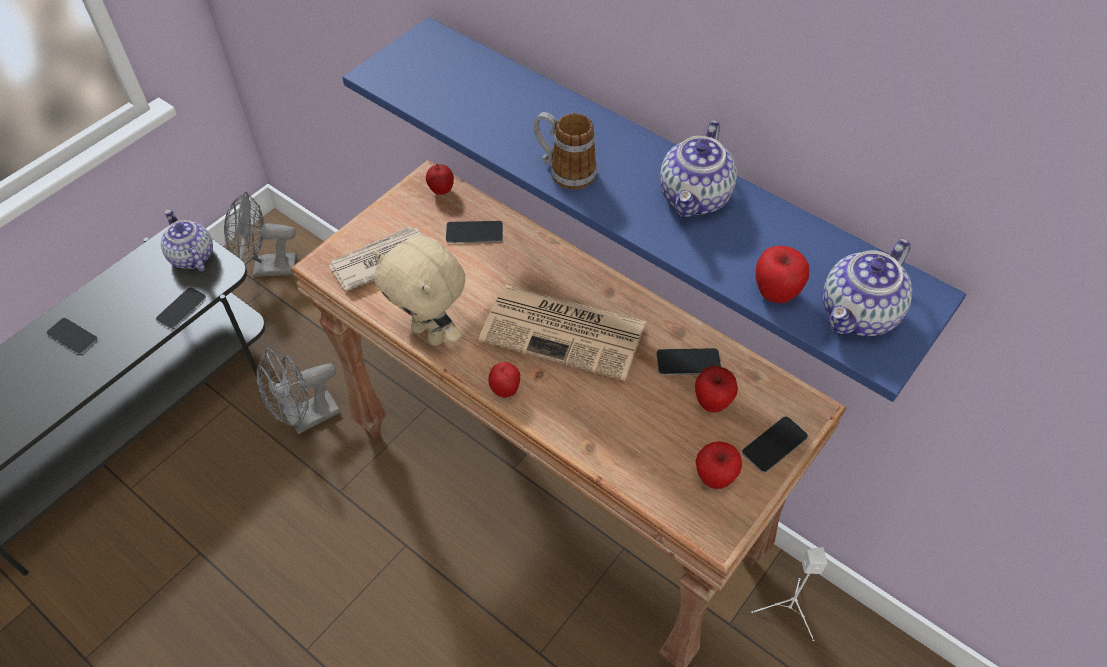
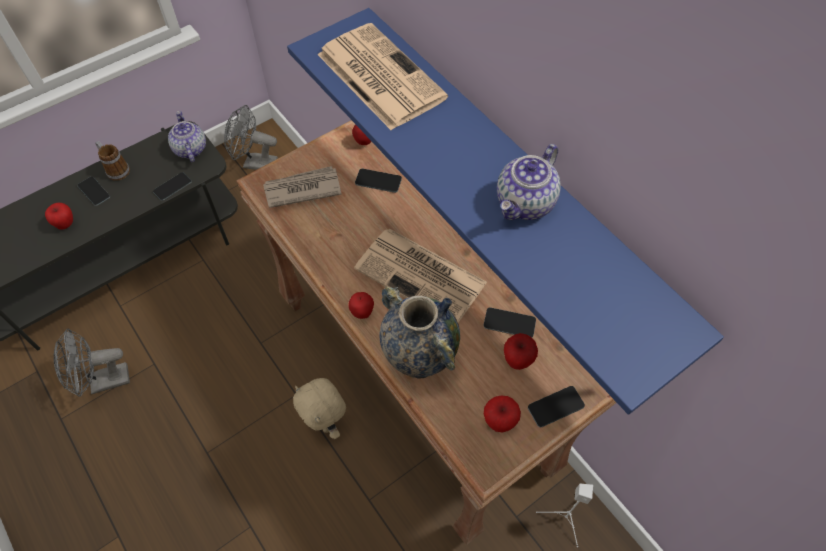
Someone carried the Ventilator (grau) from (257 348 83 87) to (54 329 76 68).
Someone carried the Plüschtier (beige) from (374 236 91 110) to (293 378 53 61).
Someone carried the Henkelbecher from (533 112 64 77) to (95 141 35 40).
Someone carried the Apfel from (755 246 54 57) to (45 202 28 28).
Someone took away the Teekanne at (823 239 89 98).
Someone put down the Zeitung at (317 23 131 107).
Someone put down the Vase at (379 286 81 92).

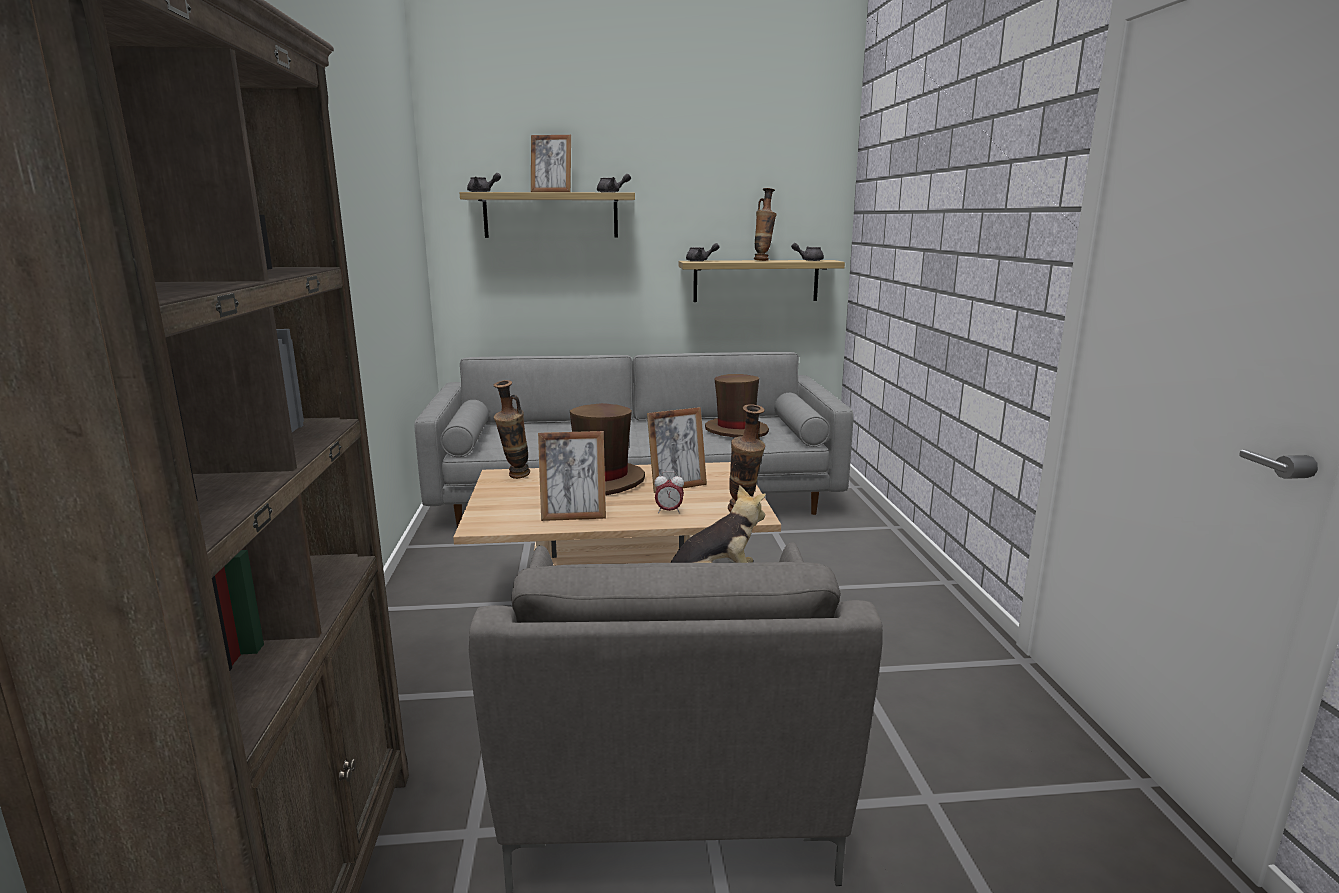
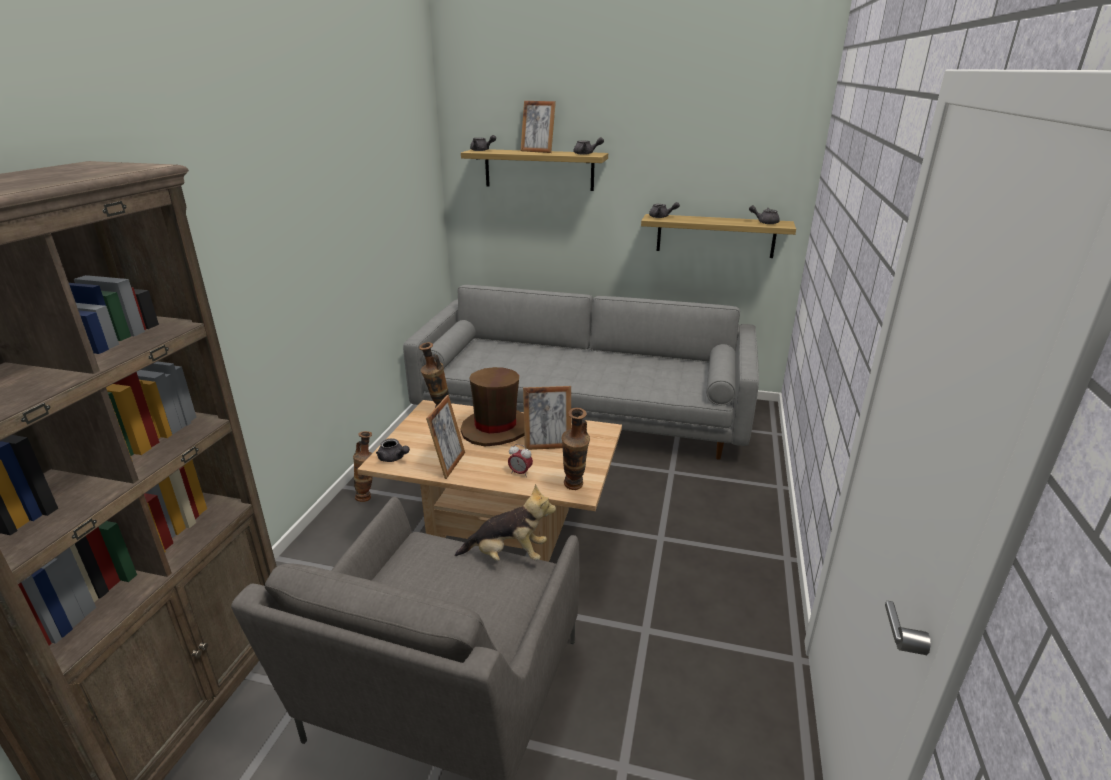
Someone rotated the Bilderrahmen at (538 431 68 90) by 90 degrees counterclockwise.
Someone took away the Hut (braun) at (705 374 64 64).
Someone carried the Vase from (754 188 23 73) to (353 431 20 71).
Someone put down the Teekanne (grau) at (376 438 34 24).

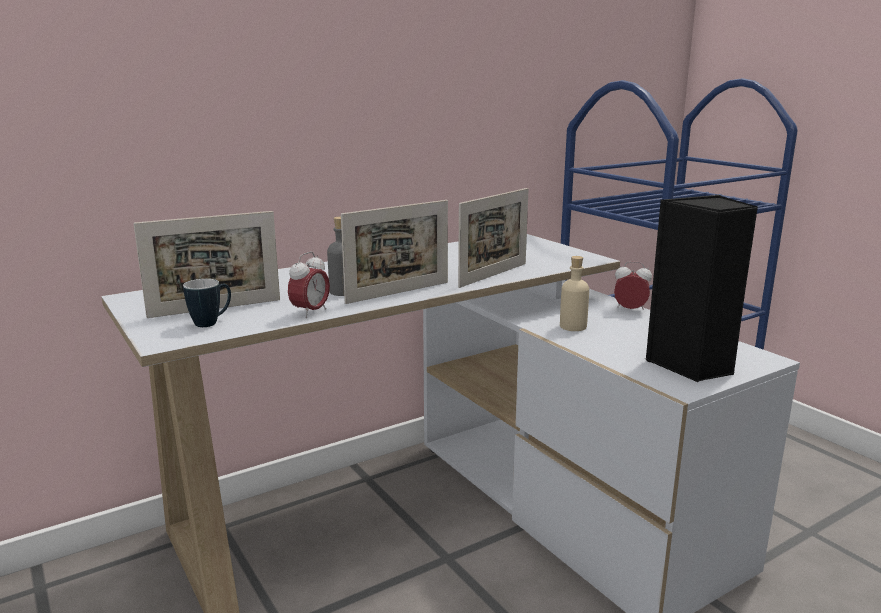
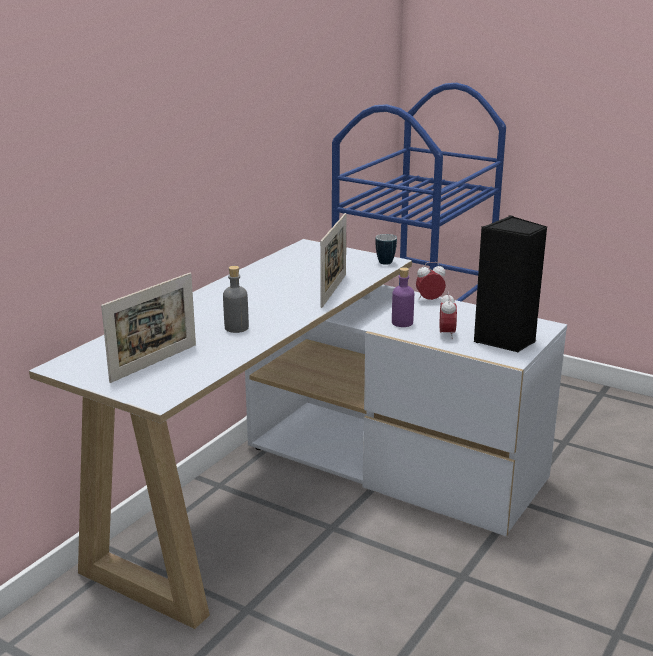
Someone carried the Henkelbecher from (183 279 48 48) to (375 234 22 31).
Someone carried the Wecker from (288 251 42 67) to (440 292 17 47).
Someone took away the Bilderrahmen at (341 200 107 104).
Someone repainted the Flasche (beige) at (560 256 29 75), which became the Flasche (lila) at (392 267 22 60).

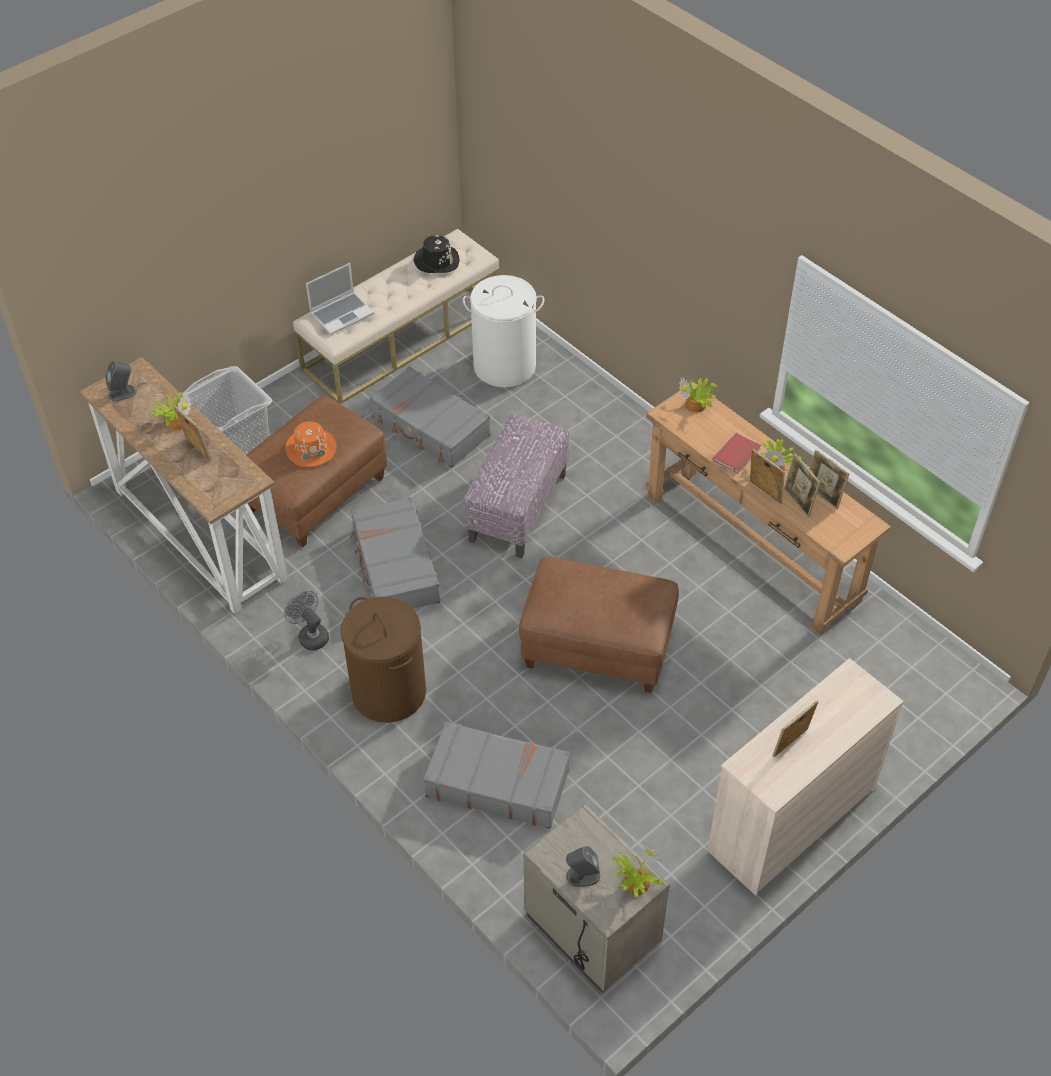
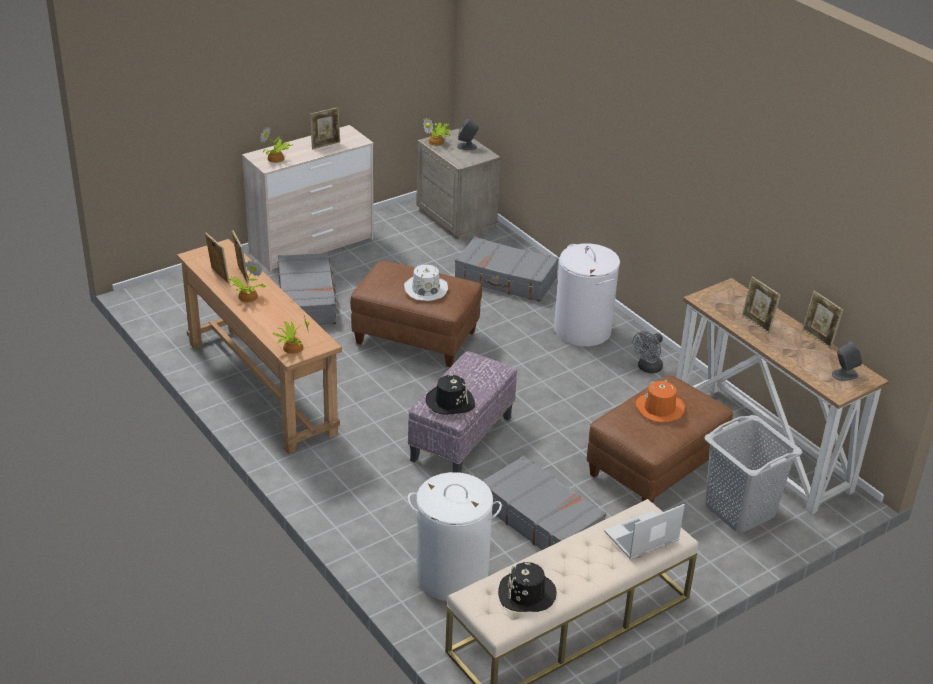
Someone carried the Topfpflanze from (150 392 41 39) to (260 127 33 36).
Someone rotated the Ventilator (grau) at (284 590 45 61) by 75 degrees clockwise.
Someone repainted the Wäschekorb (braun) at (340 597 86 126), which became the Wäschekorb (weiß) at (554 243 66 104).
Someone carried the Koffer (grau) from (350 497 90 112) to (278 253 62 72).
Someone took away the Buch (rot) at (713 433 48 40).
Someone carried the Bilderrahmen from (750 448 35 56) to (802 291 41 58).
Someone put down the Hut (weiß) at (404 265 44 36).
Someone put down the Hut (schwarz) at (426 374 49 41).

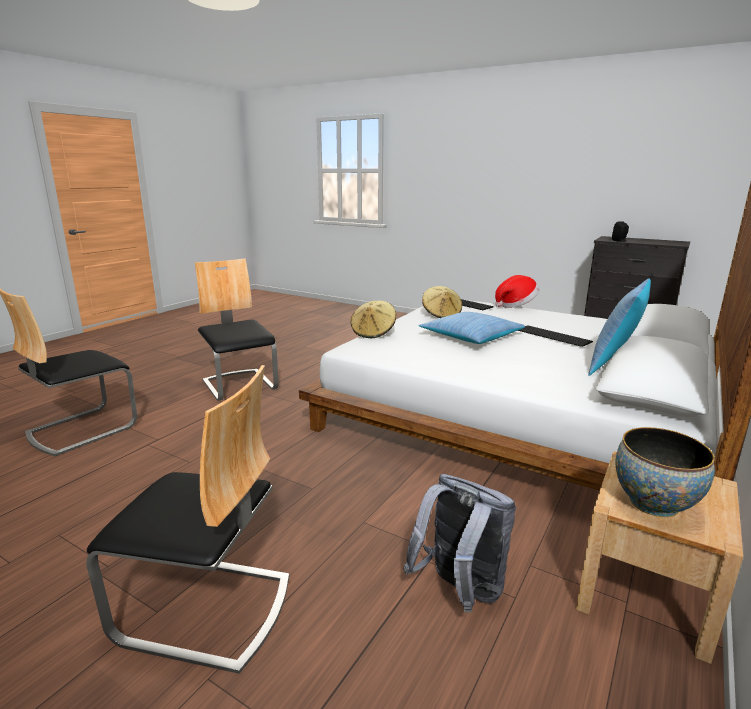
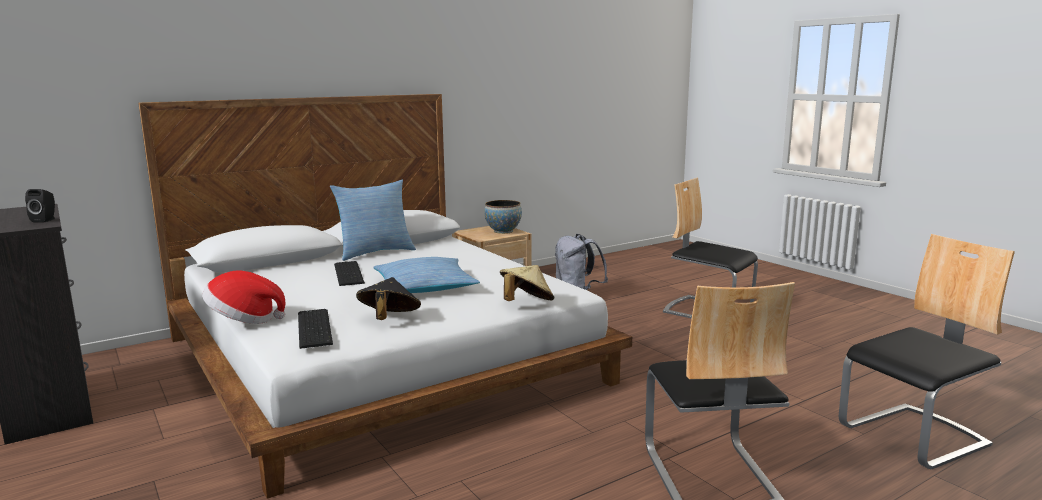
Someone repainted the Hut (beige) at (422 286 40 32), which became the Hut (schwarz) at (356 277 65 43).

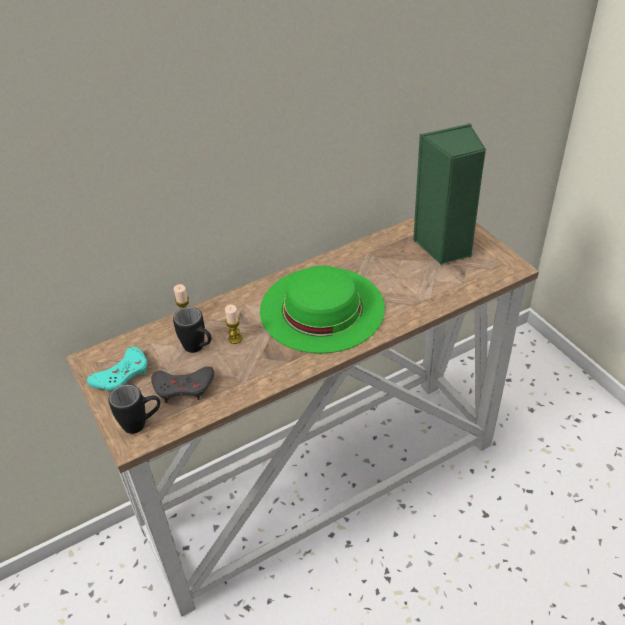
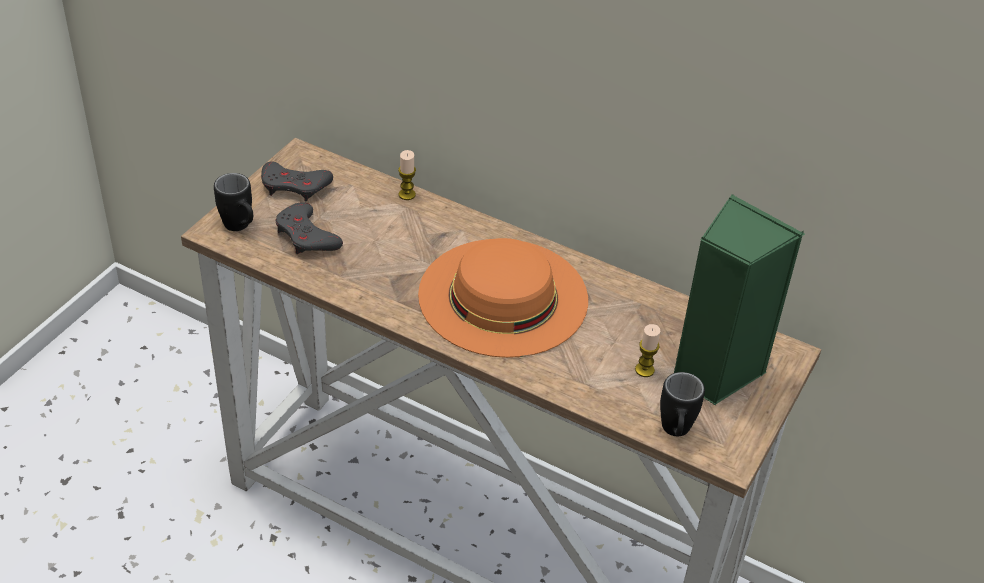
Someone repainted the Gamepad (türkis) at (87 346 60 45), which became the Gamepad (grau) at (261 162 72 39).
Someone carried the Henkelbecher (schwarz) from (173 307 38 46) to (660 372 45 64).
Someone carried the Kerze from (225 305 17 39) to (635 324 25 53).
Someone repainted the Hut (grün) at (260 266 125 88), which became the Hut (orange) at (418 238 170 120).

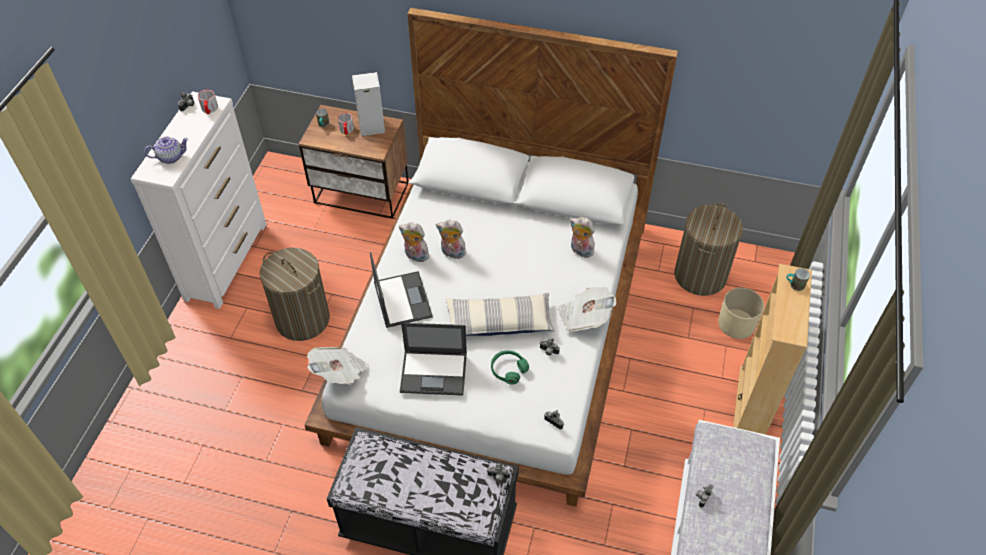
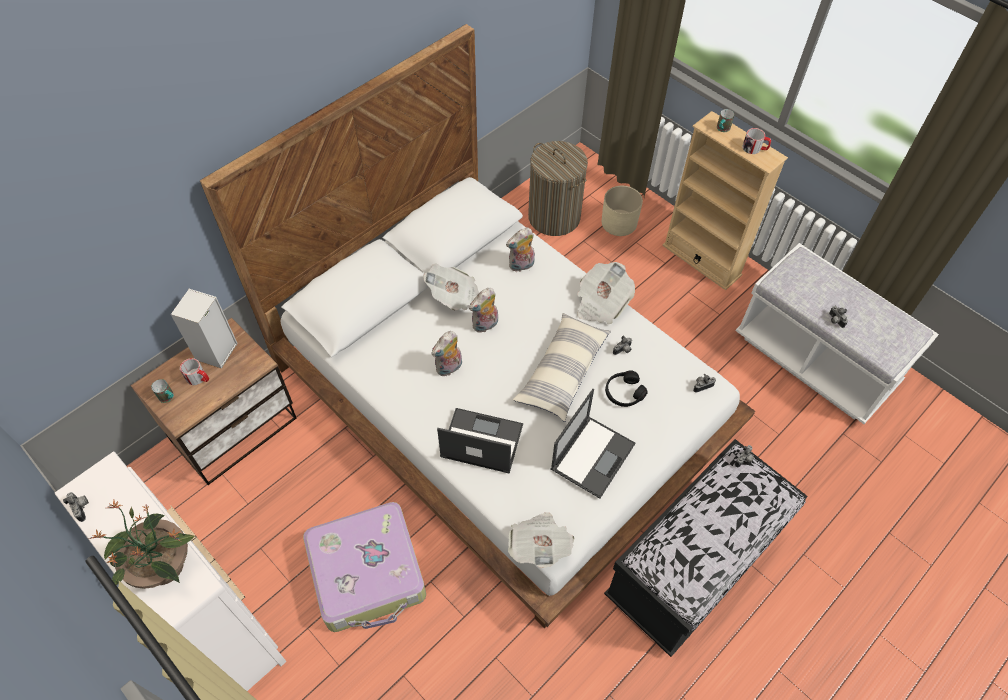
Someone swapped the Teekanne at (144 137 45 27) for the Topfpflanze at (88 500 107 89).
Someone carried the Henkelbecher from (198 90 20 24) to (742 128 29 26).
Someone swapped the Wäschekorb at (260 248 70 93) for the Koffer at (303 502 123 130).
Someone carried the Plüschtier from (399 222 30 40) to (469 288 29 45).
Someone repainted the Kopfhörer (grün) at (491 351 38 34), which became the Kopfhörer (schwarz) at (605 371 43 36).
Someone put down the Zeitung at (423 263 56 47).

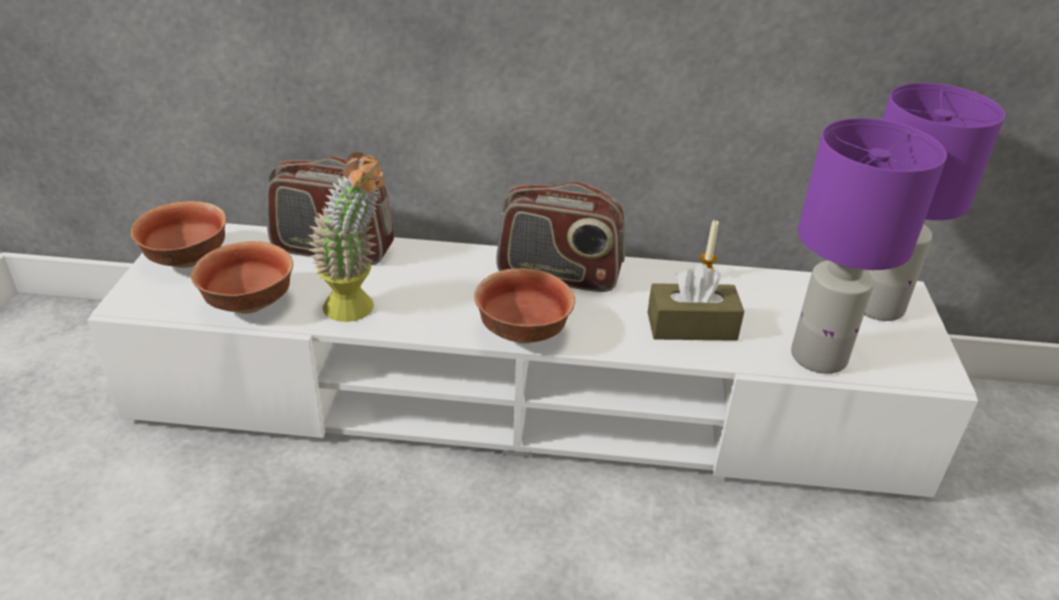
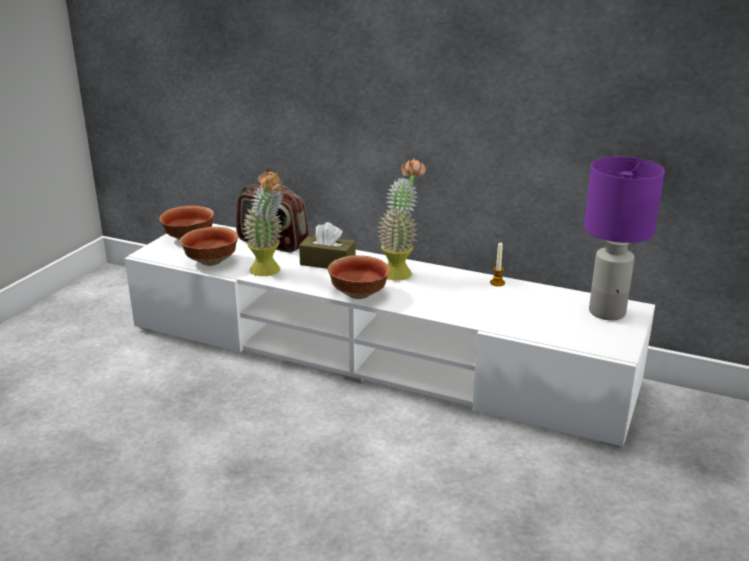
Someone swapped the Radio at (496 182 129 110) for the Topfpflanze at (377 158 49 123).
Someone carried the Taschentuchbox (braun) from (648 265 96 76) to (299 222 57 47).
Someone took away the Tischlampe (lila) at (791 118 156 256).

